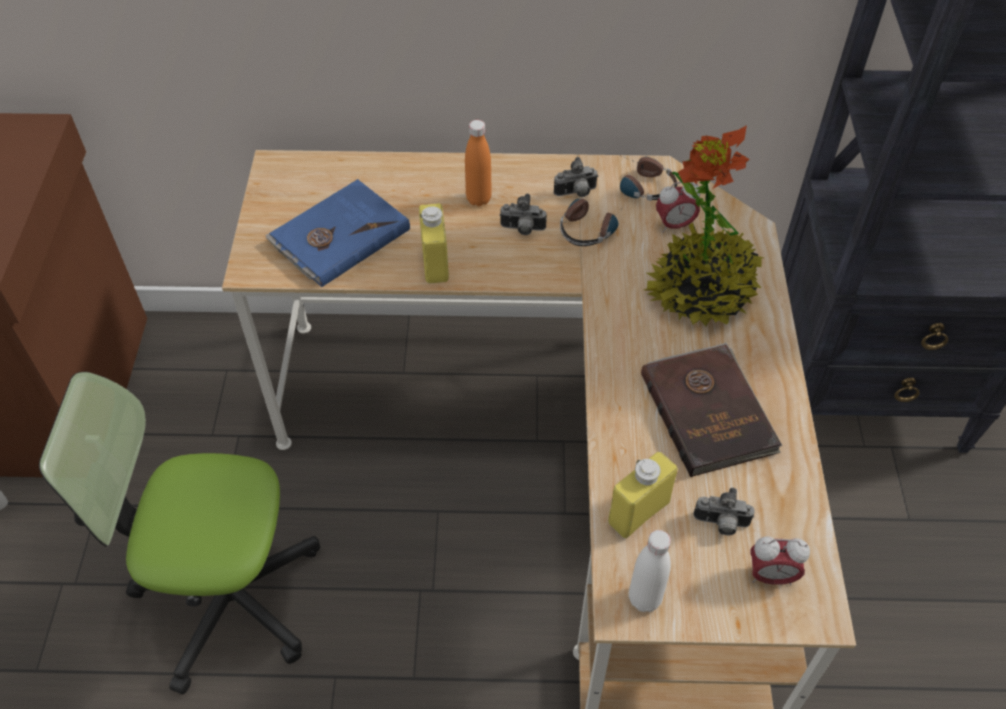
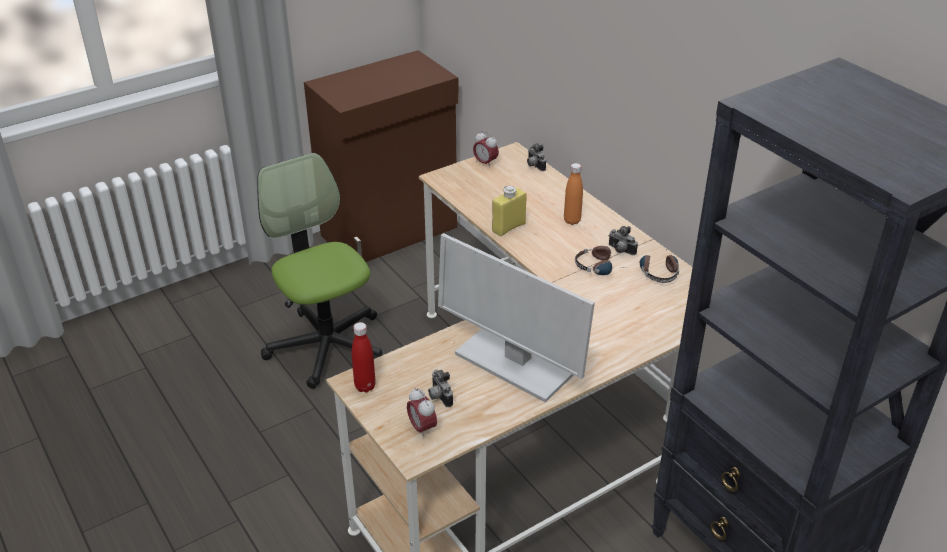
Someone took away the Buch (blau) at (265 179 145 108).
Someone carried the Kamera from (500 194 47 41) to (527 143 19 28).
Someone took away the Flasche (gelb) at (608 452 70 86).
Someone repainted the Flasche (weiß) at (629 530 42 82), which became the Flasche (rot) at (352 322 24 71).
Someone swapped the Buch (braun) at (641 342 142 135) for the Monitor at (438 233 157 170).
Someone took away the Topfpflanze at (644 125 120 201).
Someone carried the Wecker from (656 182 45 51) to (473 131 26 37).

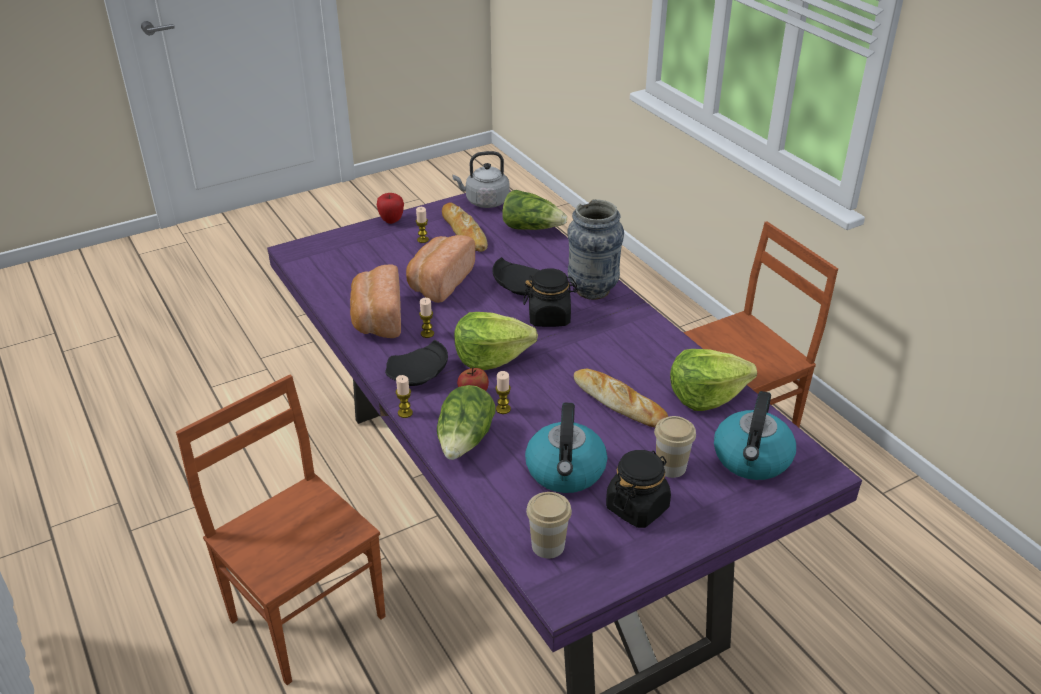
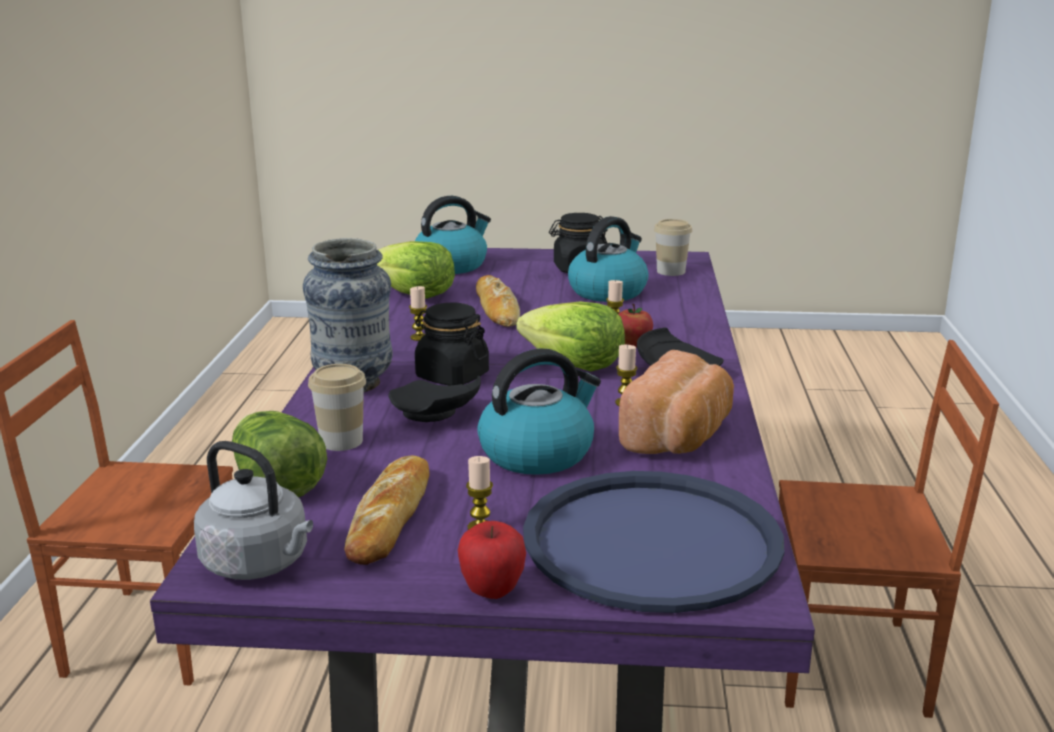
Someone rotated the Stuhl (braun) at (176 375 210 310) by 75 degrees counterclockwise.
Someone carried the Kerze from (396 375 17 43) to (409 286 18 55).
Someone swapped the Brot at (406 235 69 68) for the Wasserkessel at (477 348 124 127).
Someone took away the Salatkopf at (437 385 59 75).
Someone carried the Tasse from (654 416 42 62) to (308 364 58 87).
Someone put down the Tablett (blau) at (523 471 261 142).

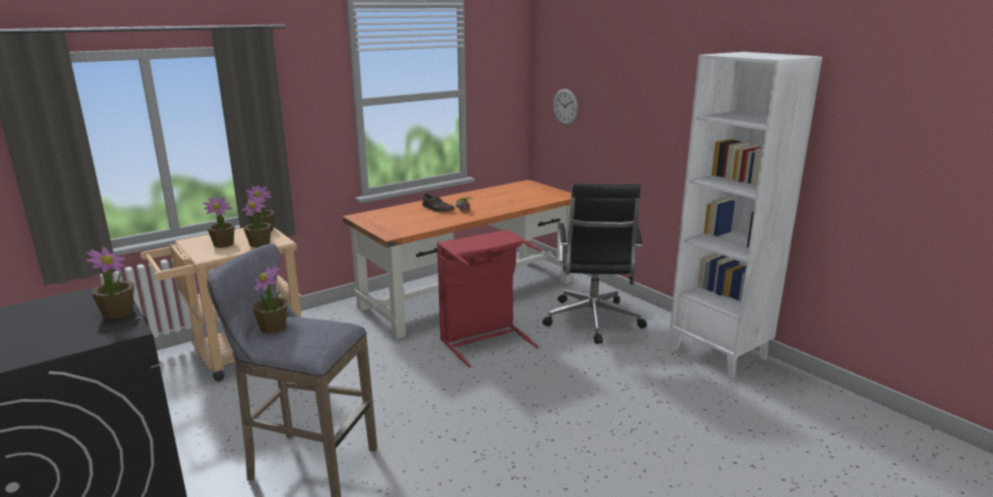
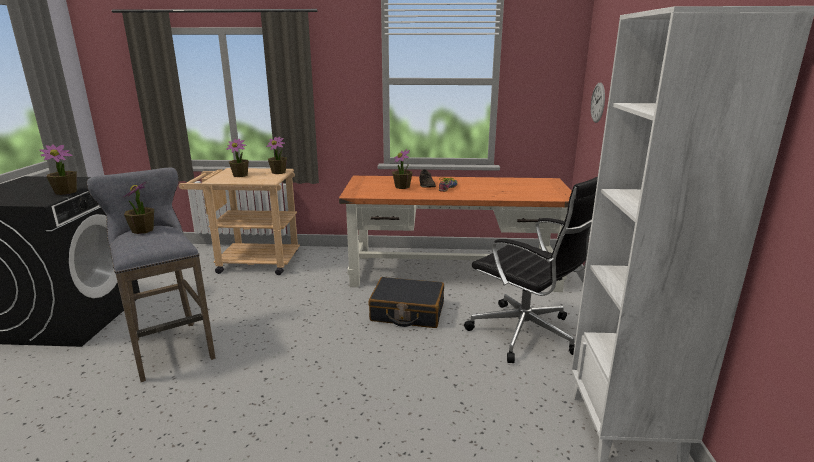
Someone carried the Topfpflanze from (242 196 29 52) to (392 149 20 40).
Someone swapped the Wäschekorb (rot) at (437 229 104 139) for the Koffer (schwarz) at (368 277 76 51).
Someone rotated the Bürostuhl (schwarz) at (542 183 105 161) by 90 degrees counterclockwise.

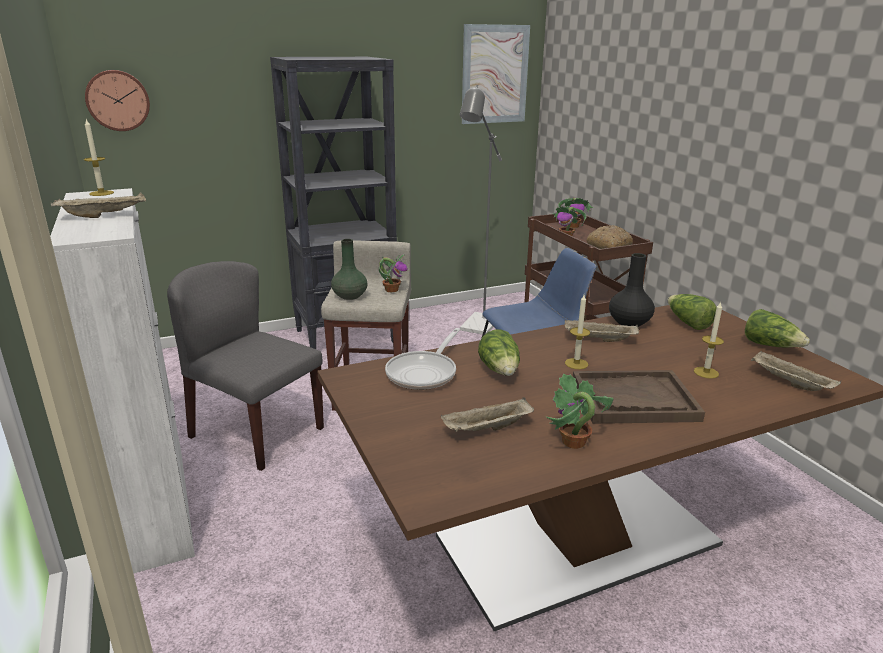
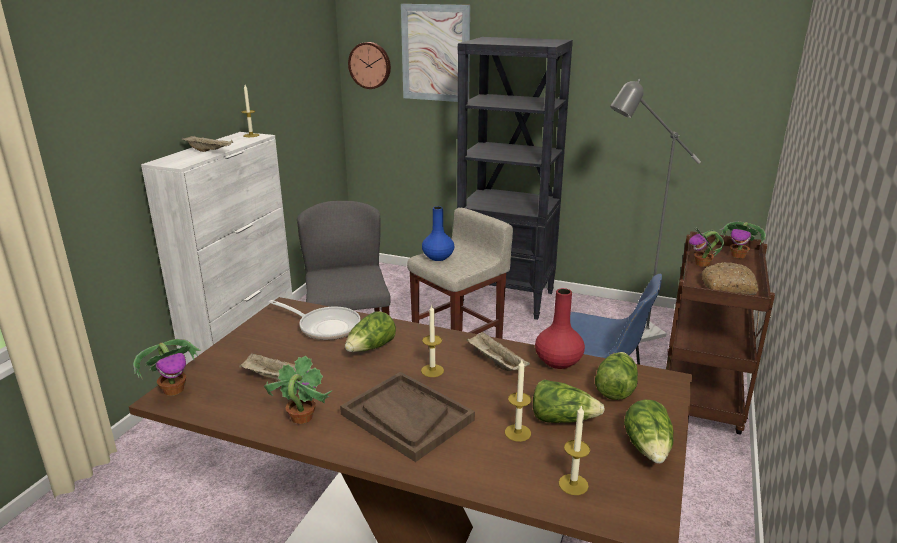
Someone repainted the Vase (grün) at (331 239 37 61), which became the Vase (blau) at (422 206 32 55).
Someone carried the Topfpflanze from (379 254 29 38) to (133 339 68 57).
Someone rotated the Pfanne at (385 328 75 62) by 135 degrees counterclockwise.
Someone carried the Bild from (462 24 68 100) to (401 4 69 98).
Someone repainted the Vase (schwarz) at (609 253 46 74), which became the Vase (rot) at (535 288 50 81).
Someone swapped the Tablett (beige) at (751 351 90 40) for the Kerze at (559 405 31 90).
Someone put down the Salatkopf at (533 379 72 44).

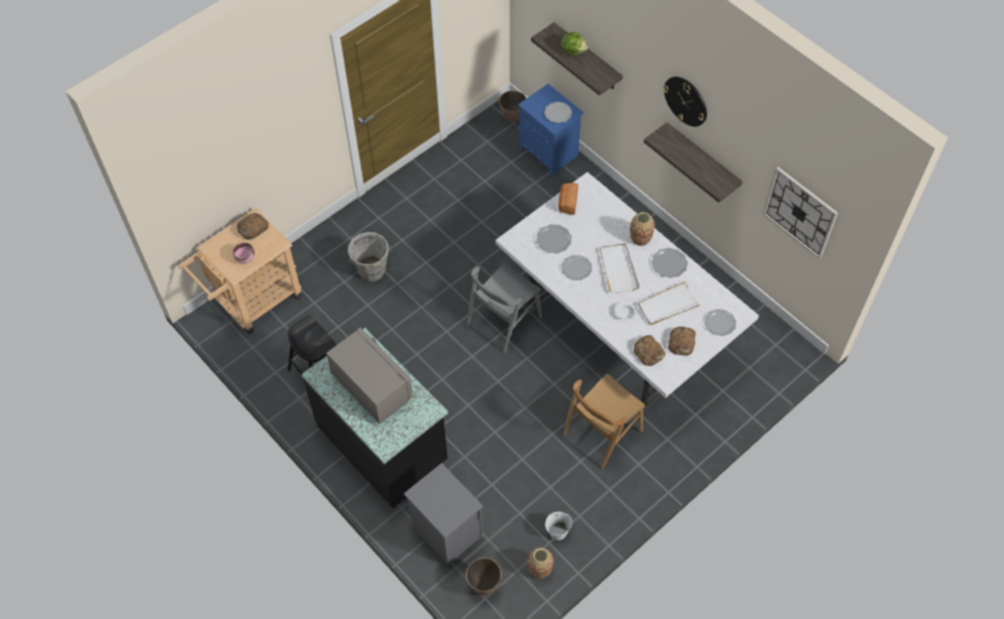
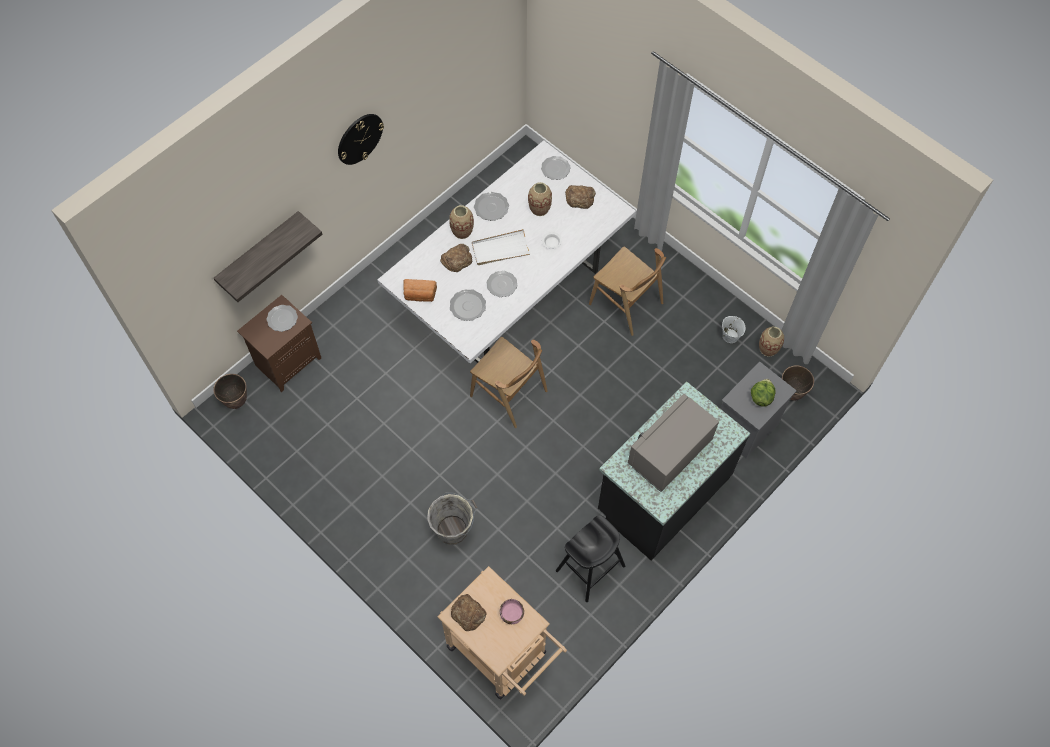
Someone repainted the Stuhl (grau) at (467 262 75 91), which became the Stuhl (braun) at (470 337 78 91).
Someone repainted the Nachttisch (blau) at (518 84 66 92), which became the Nachttisch (braun) at (237 295 84 97).
Someone carried the Salatkopf from (561 32 27 23) to (751 379 25 28).
Someone carried the Brot from (634 335 31 31) to (440 244 32 28).
Someone swapped the Tablett (weiß) at (638 281 62 44) for the Vase at (528 182 24 34).
Someone took away the Wandregal at (644 122 99 81).
Someone took away the Wanduhr at (763 167 75 92).

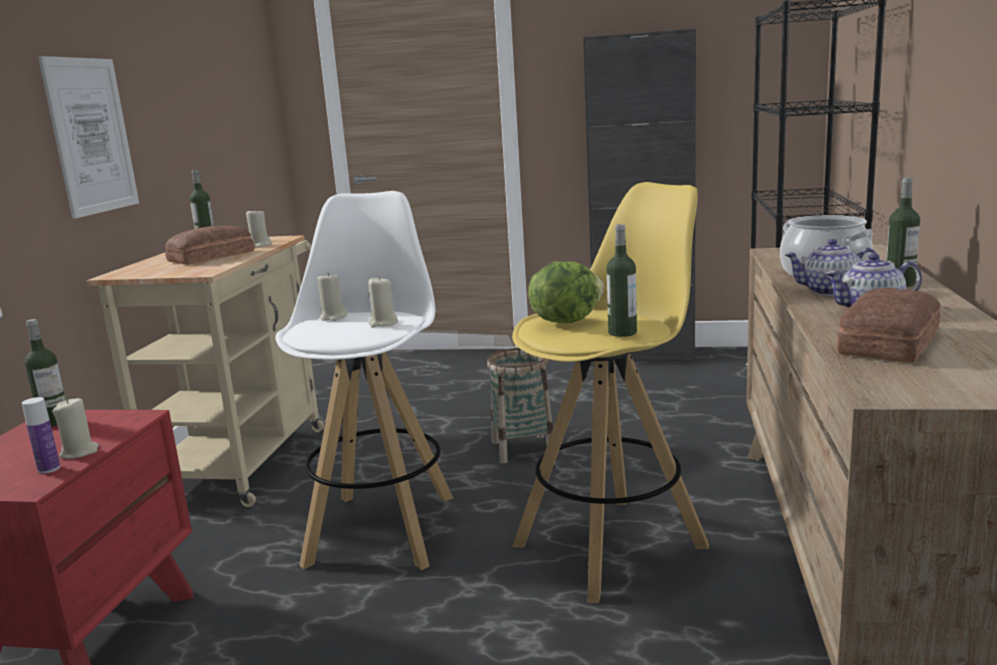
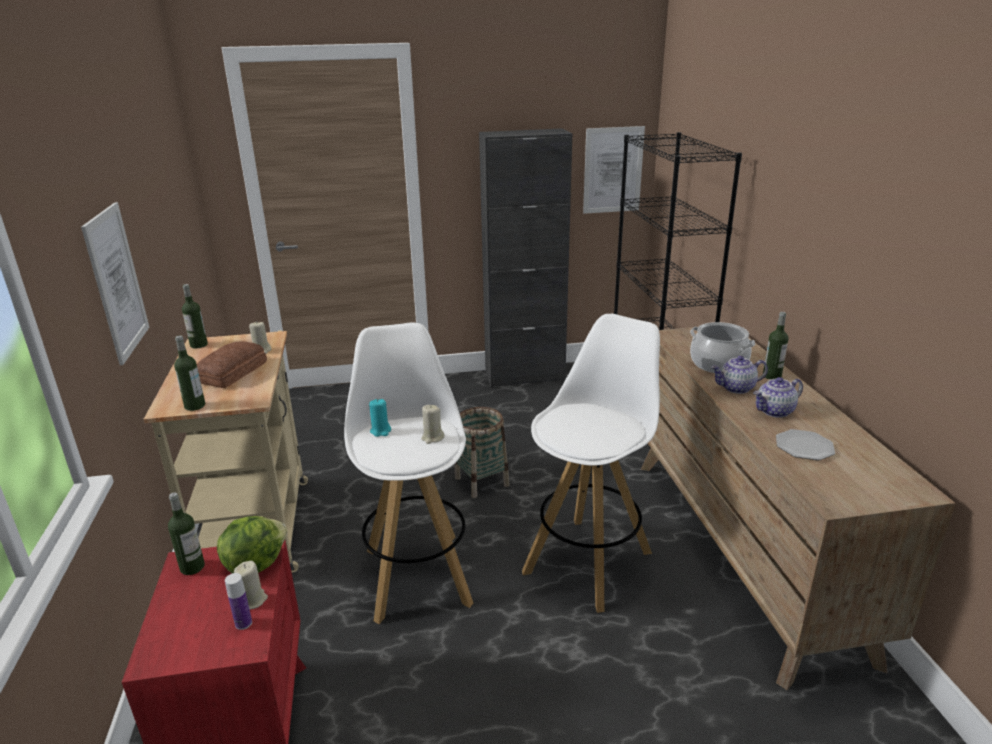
Someone repainted the Kerze (beige) at (317 272 30 49), which became the Kerze (türkis) at (369 399 22 38).
Someone repainted the Hocker (gelb) at (512 182 197 421), which became the Hocker (weiß) at (522 314 138 299).
Someone carried the Salatkopf from (528 261 76 63) to (217 516 70 57).
Someone carried the Flasche from (607 224 30 113) to (174 335 31 76).
Someone swapped the Brot at (836 288 105 75) for the Teller at (776 429 59 31).
Someone put up the Bild at (583 126 62 88).

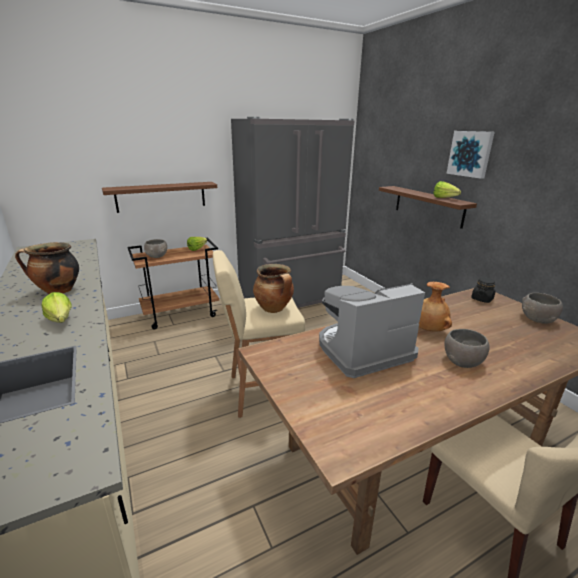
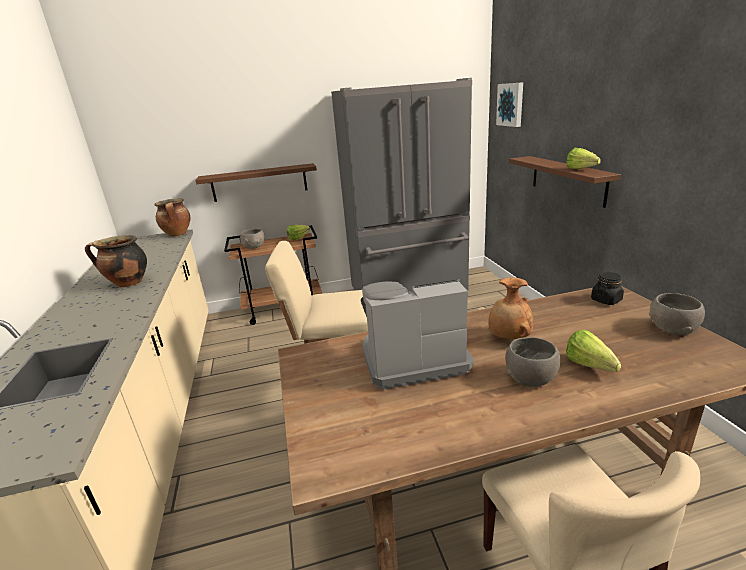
Someone carried the Salatkopf from (41 292 31 31) to (566 330 55 42).
Someone carried the Kochtopf from (253 264 41 49) to (155 198 35 39).
Someone carried the Bild from (446 131 49 48) to (496 82 27 45).

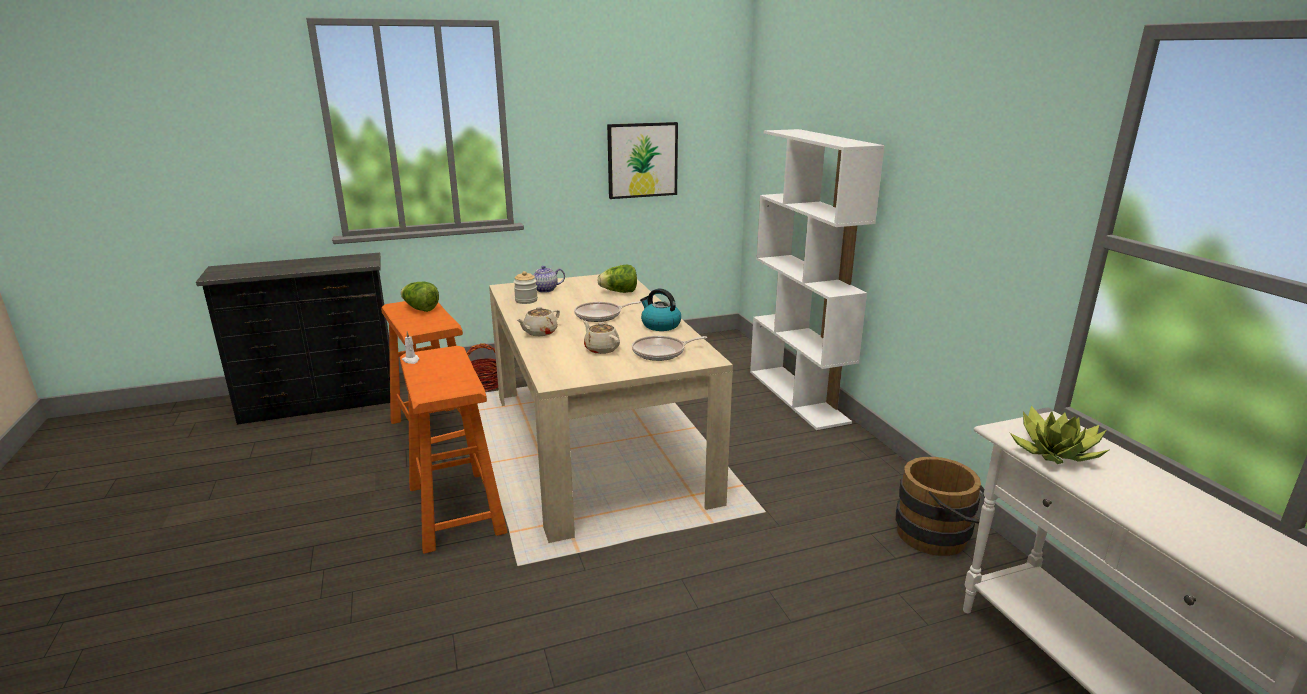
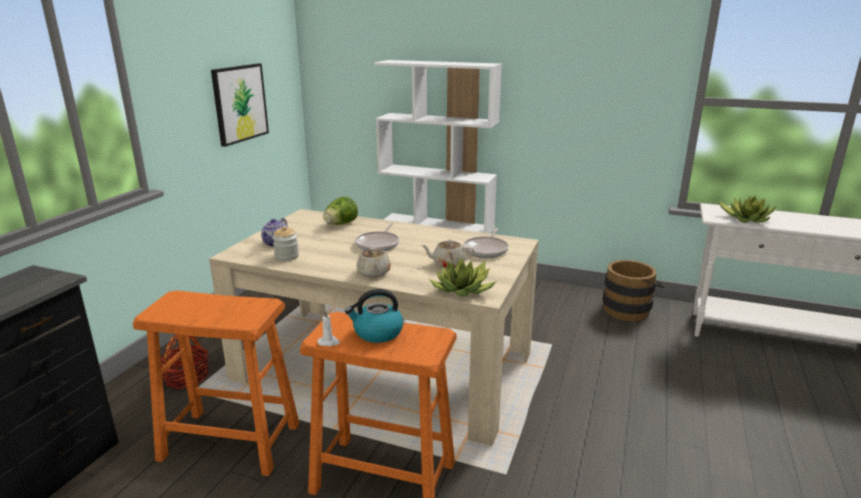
Someone took away the Salatkopf at (401 282 38 30).
Someone carried the Wasserkessel from (640 289 41 42) to (345 289 58 54).
Someone put down the Topfpflanze at (429 257 68 39).

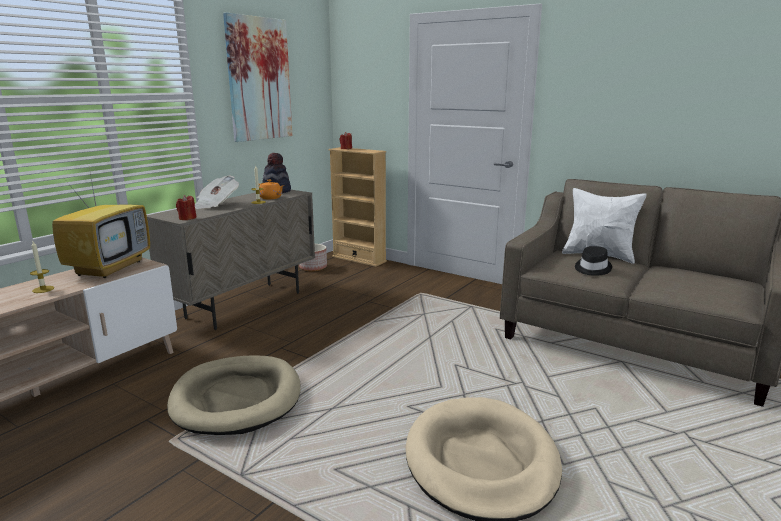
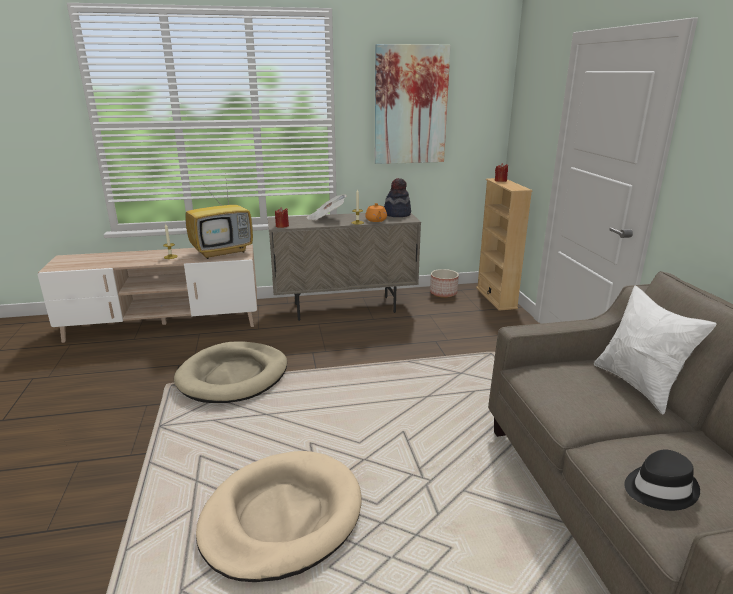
Someone carried the Hut (schwarz) from (575 246 37 30) to (624 450 76 61).

